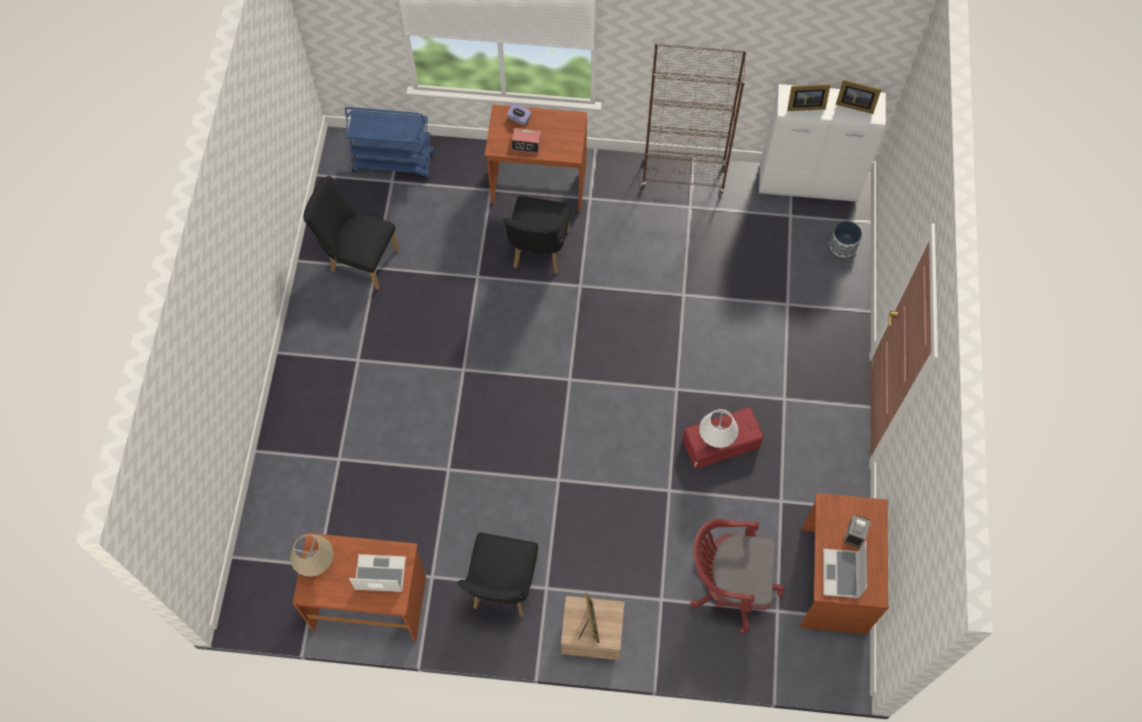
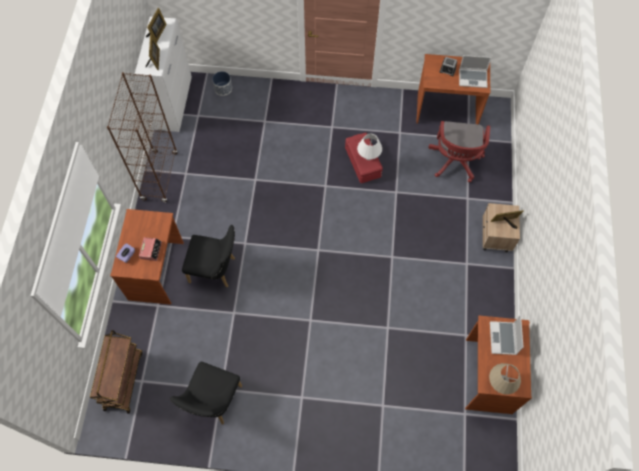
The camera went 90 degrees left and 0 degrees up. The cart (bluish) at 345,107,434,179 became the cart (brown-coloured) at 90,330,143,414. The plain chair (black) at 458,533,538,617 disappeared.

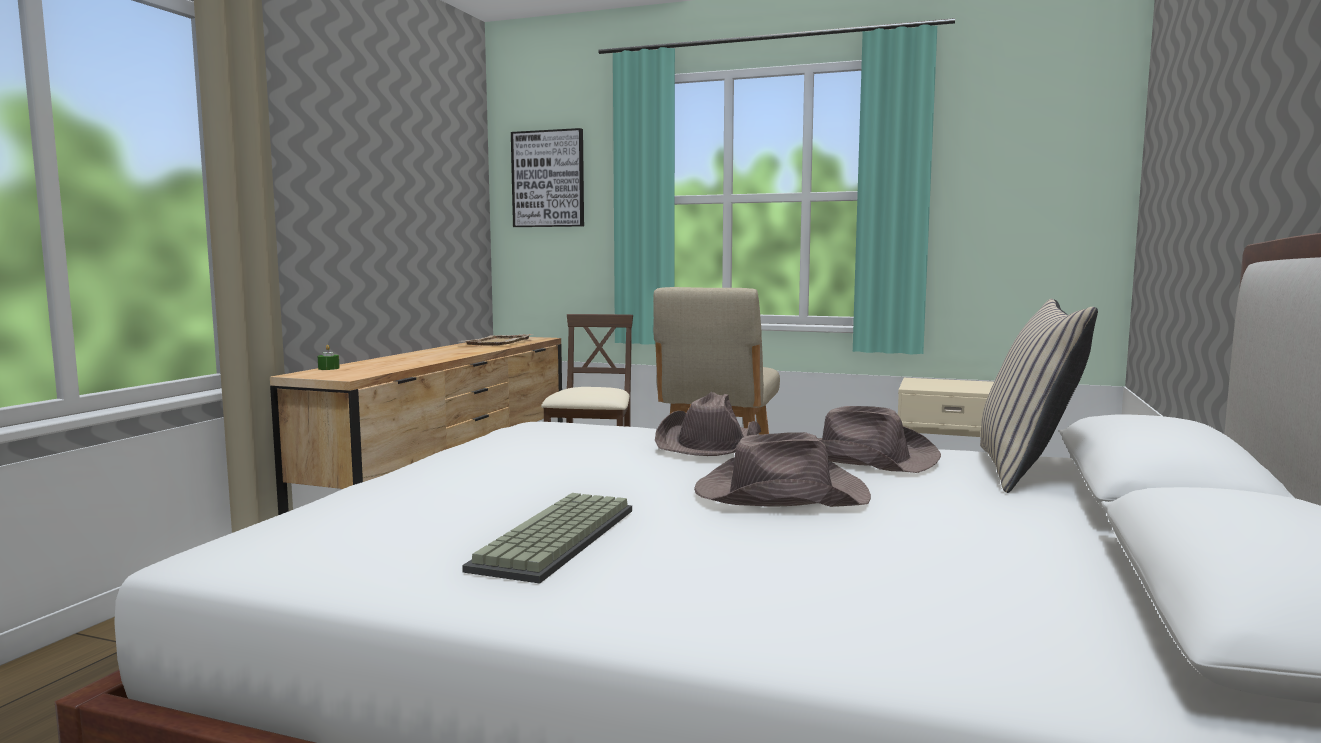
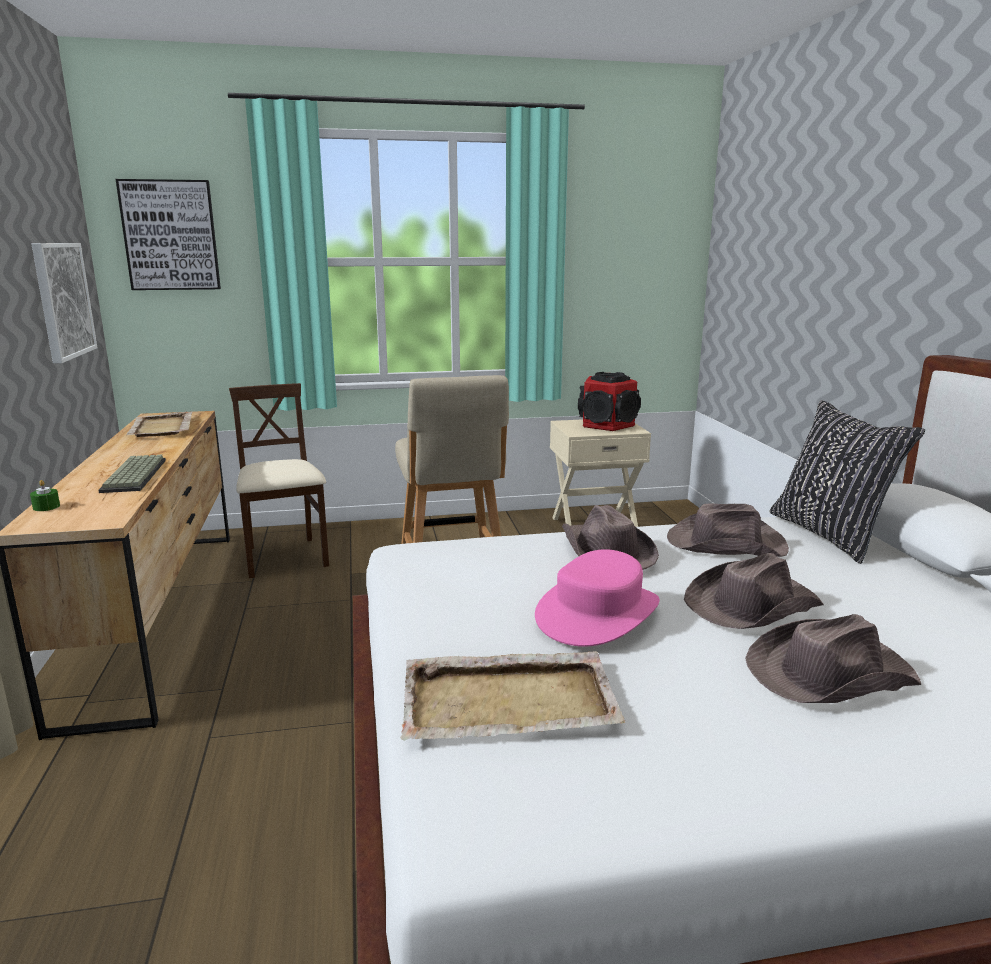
The camera went 30 degrees left and 10 degrees up. The keyboard moved from 462,493,632,583 to 98,455,166,493. The throw pillow (beige-coloured) at 980,299,1098,493 became the throw pillow (black) at 769,400,925,564. The wall picture at 31,243,98,364 appeared. The tray (beige-coloured) at 400,651,625,741 appeared. The wearable hat (pink-coloured) at 535,549,660,647 appeared. The speaker at 578,372,641,431 appeared. The wearable hat (brown-coloured) at 745,614,921,703 appeared.

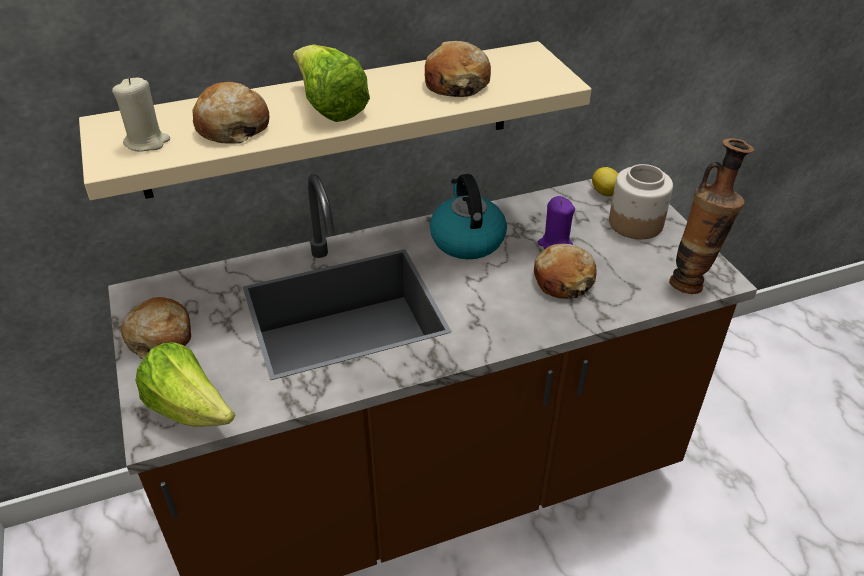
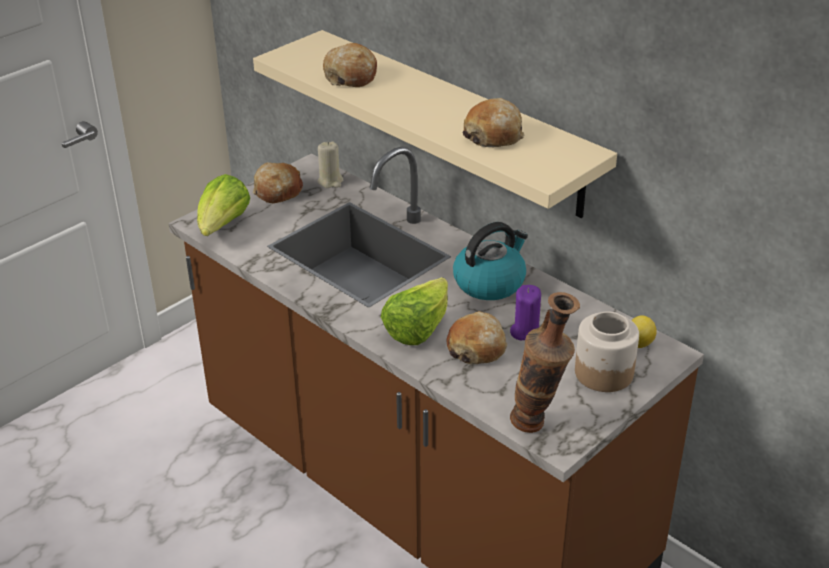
The camera went 65 degrees right and 5 degrees down. The candle (beige-coloured) moved from 112,77,170,152 to 317,142,343,188. The head of lettuce moved from 293,45,370,122 to 381,277,448,345.

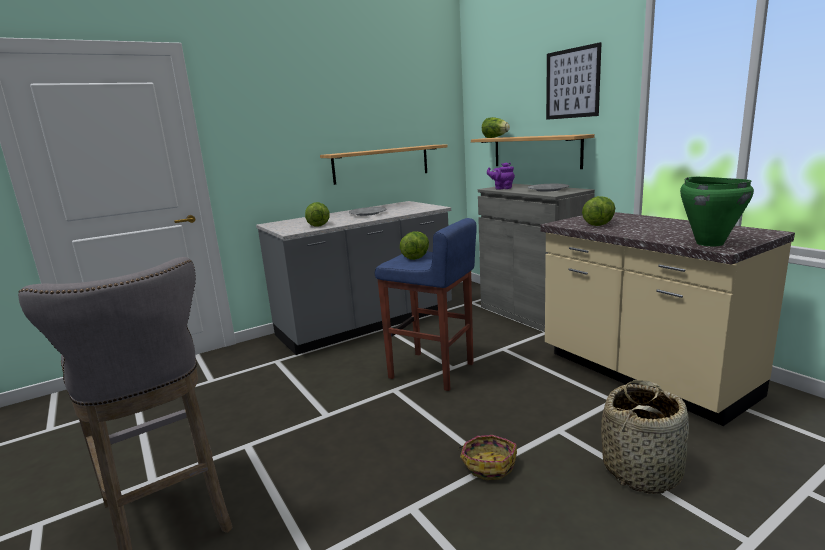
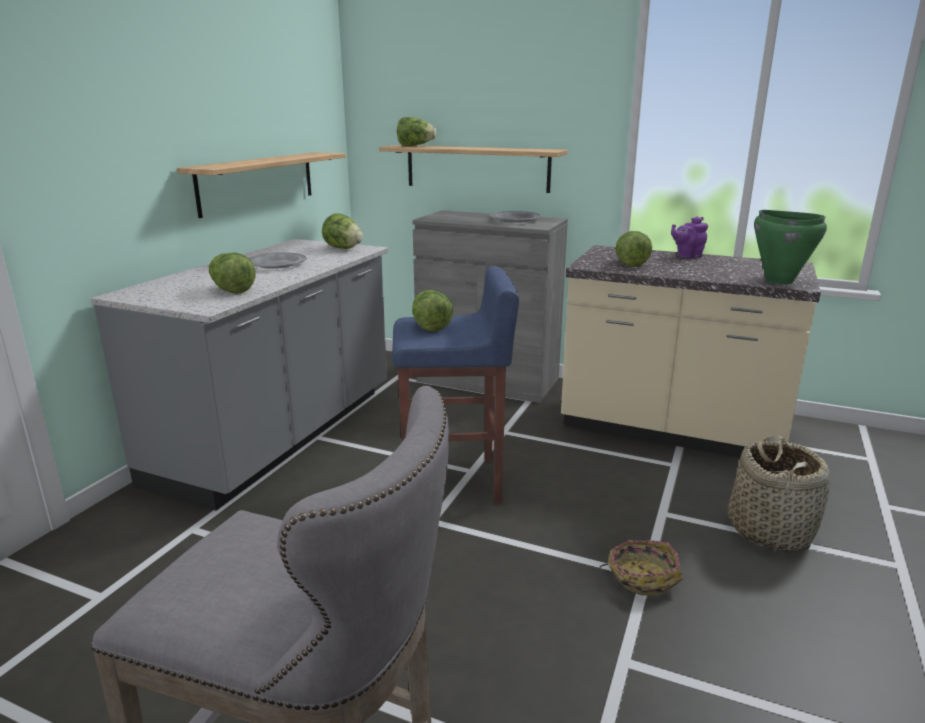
The camera went 35 degrees left and 5 degrees up. The tea pot (purplish) moved from 487,162,515,190 to 671,217,708,259. The wall picture at 546,42,602,120 disappeared. The head of lettuce at 322,213,363,249 appeared.

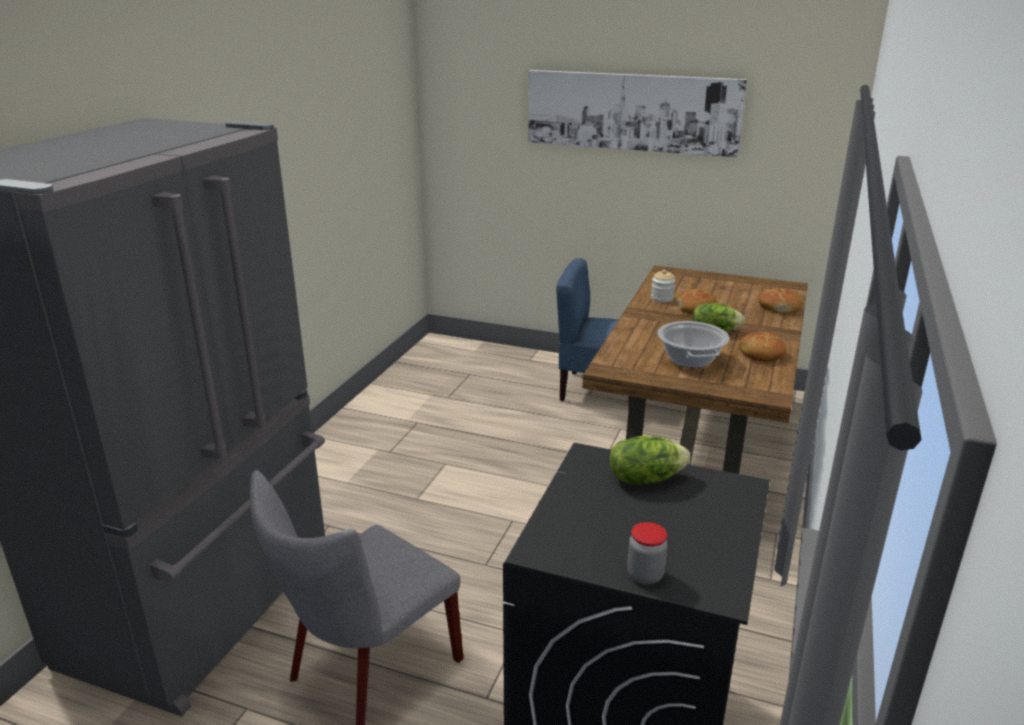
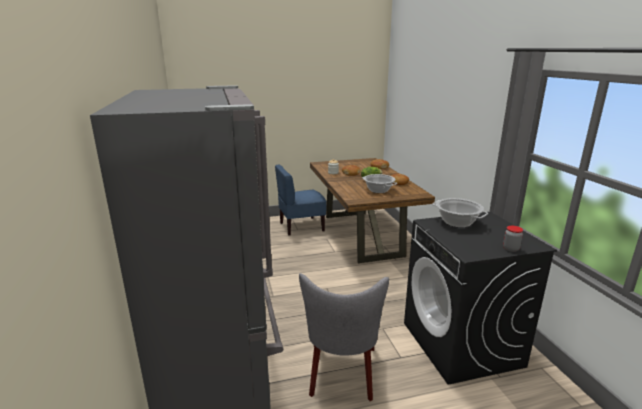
The camera went 35 degrees left and 5 degrees down. The wall picture at 528,70,747,157 disappeared. The head of lettuce at 609,436,690,484 was replaced by the stockpot at 432,198,488,228.

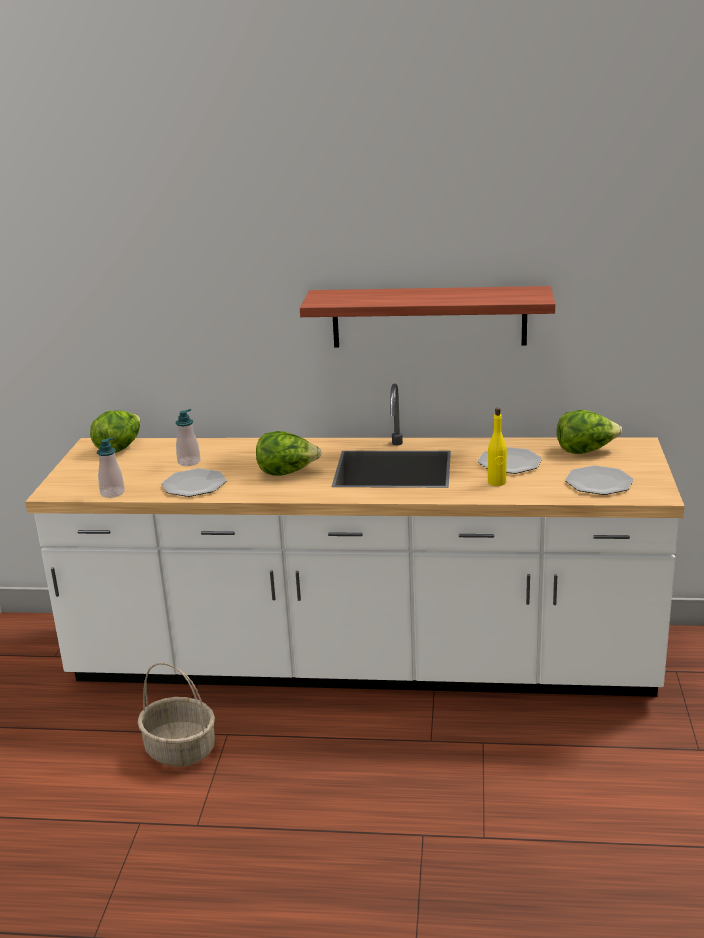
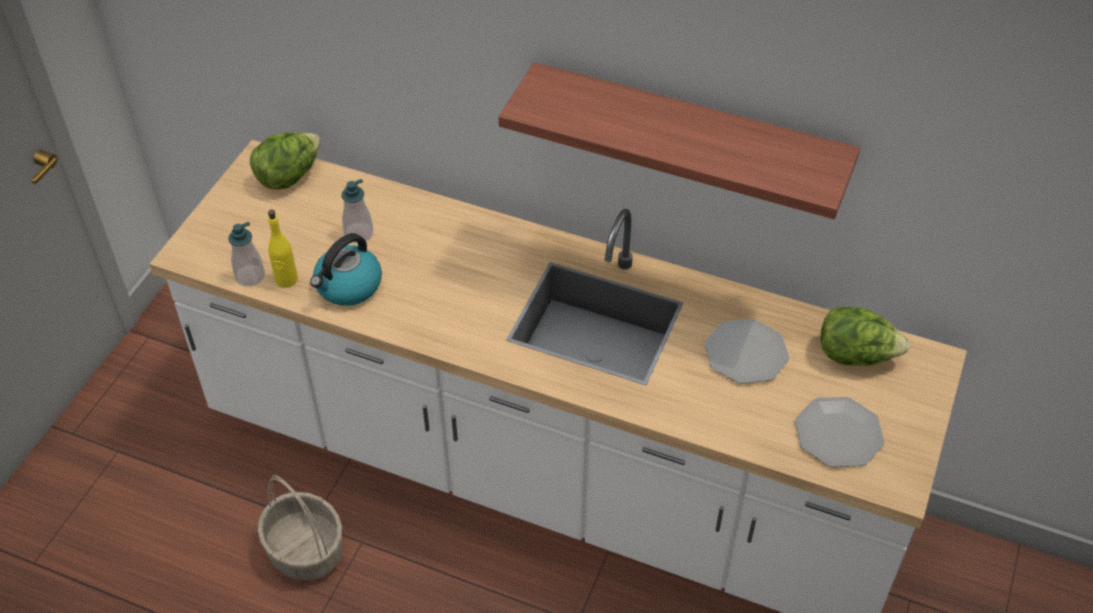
The camera went 15 degrees right and 25 degrees up. The flat dish at 162,468,227,497 was replaced by the water kettle at 310,233,382,306. The head of lettuce at 256,431,322,476 disappeared. The beverage bottle (yellow-coloured) moved from 488,408,507,486 to 268,210,298,288.

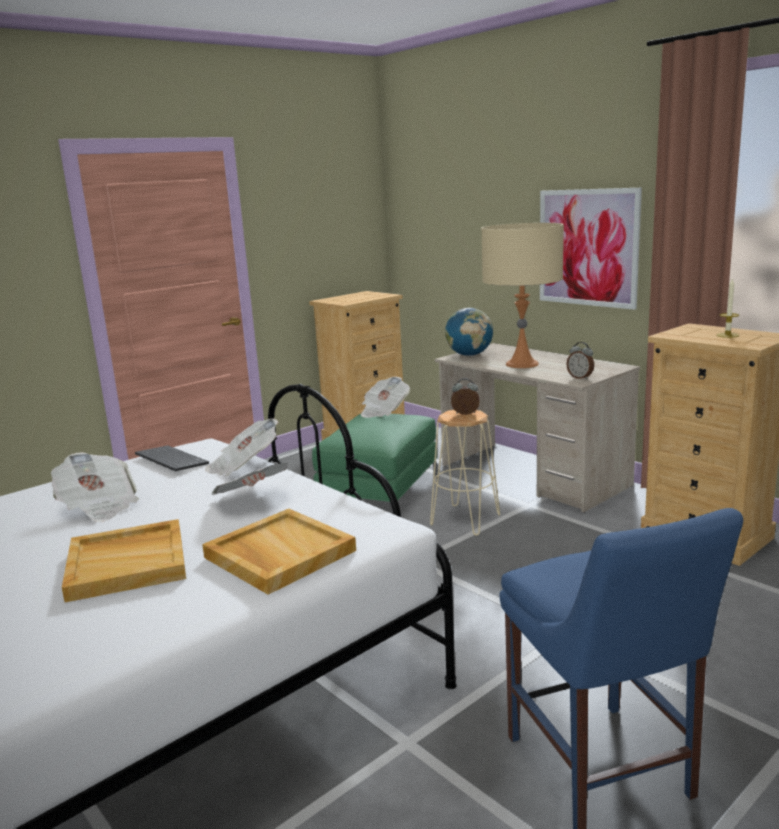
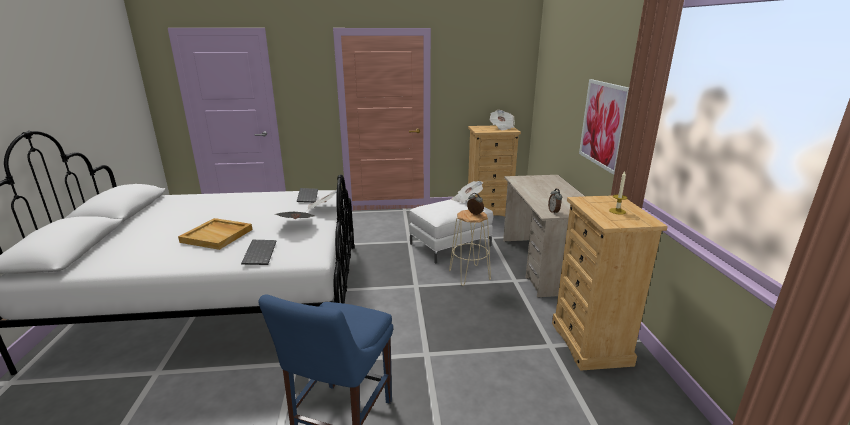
The camera went 35 degrees right and 5 degrees up. The newspaper moved from 51,452,139,522 to 490,110,515,130. The tray (beige-coloured) at 202,509,356,595 was replaced by the keyboard at 241,240,276,265. The pouffe (greenish) at 312,414,438,514 became the pouffe (white) at 409,199,493,264. The desk globe at 445,308,493,356 disappeared. The lamp for a table (beige-coloured) at 482,223,564,368 disappeared.

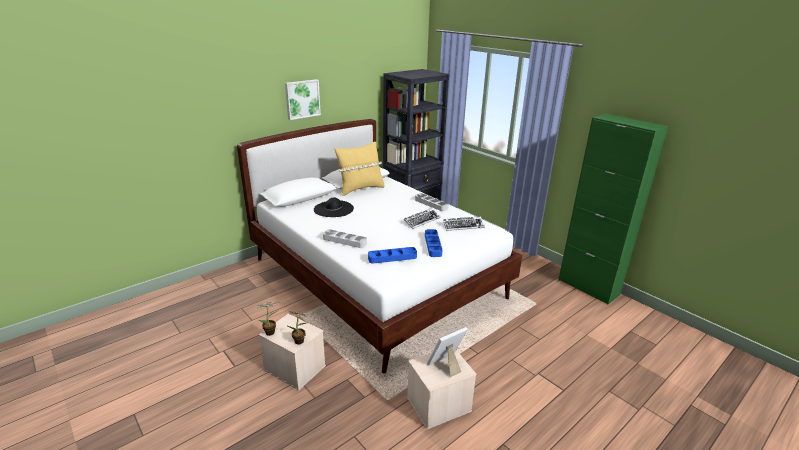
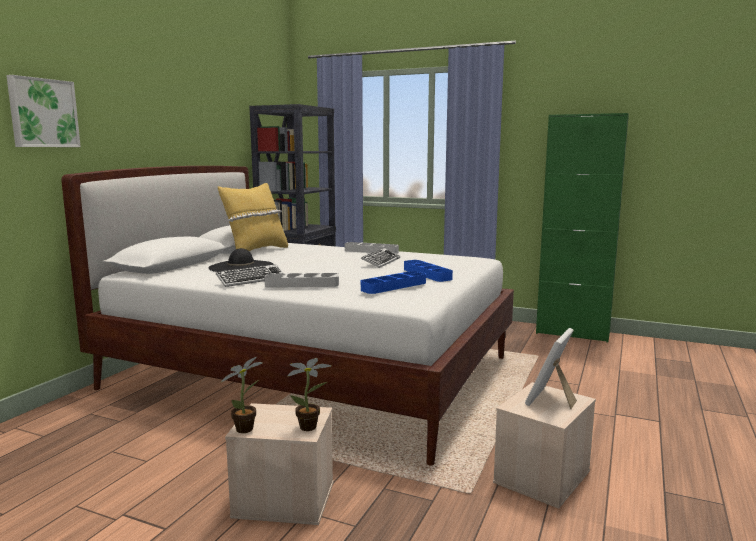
The camera went 25 degrees left and 15 degrees down. The wall picture moved from 285,79,321,120 to 6,75,81,147. The keyboard moved from 443,216,485,231 to 216,264,284,287.

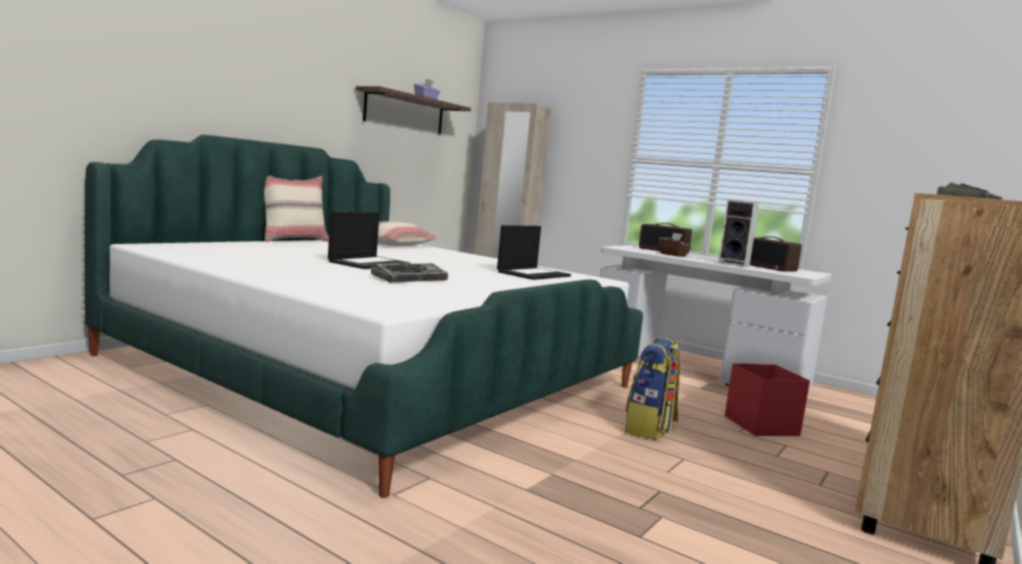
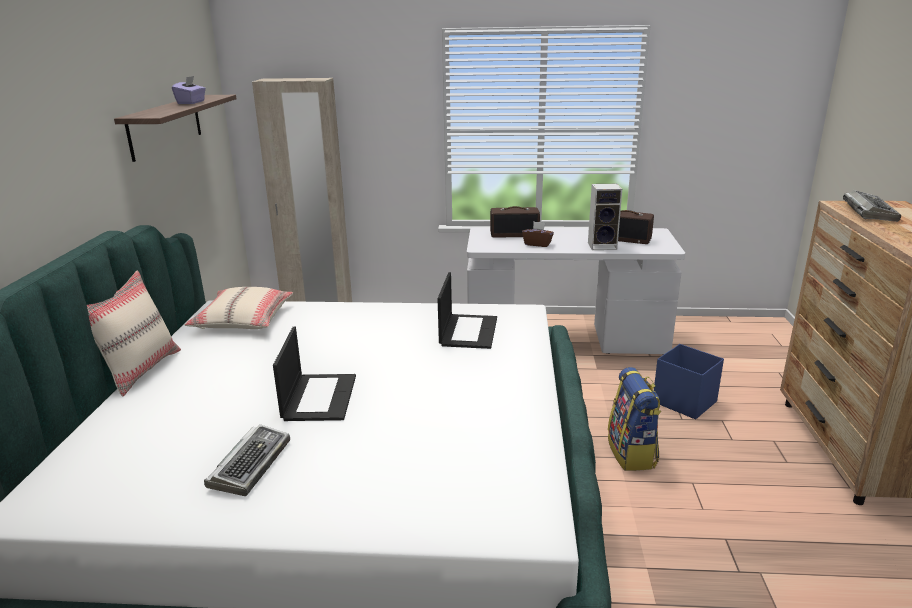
The camera went 30 degrees left and 15 degrees up. The keyboard moved from 371,263,448,283 to 204,424,290,496. The storage bin (reddish) at 725,363,810,436 became the storage bin (bluish) at 654,344,724,419.

